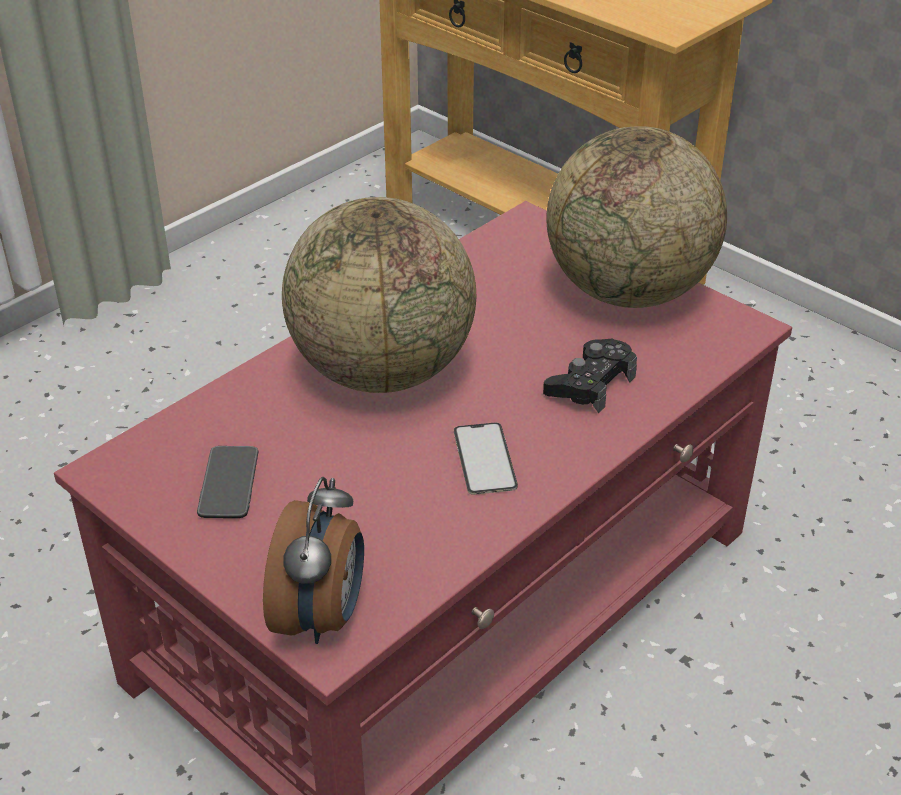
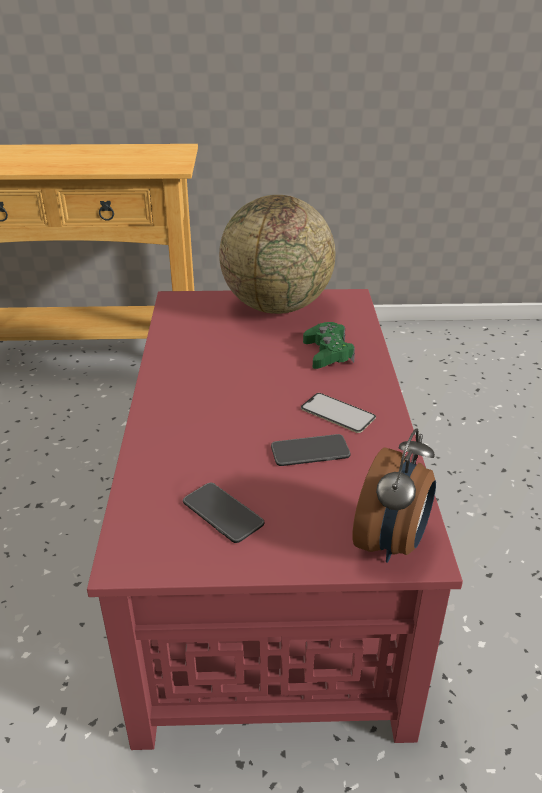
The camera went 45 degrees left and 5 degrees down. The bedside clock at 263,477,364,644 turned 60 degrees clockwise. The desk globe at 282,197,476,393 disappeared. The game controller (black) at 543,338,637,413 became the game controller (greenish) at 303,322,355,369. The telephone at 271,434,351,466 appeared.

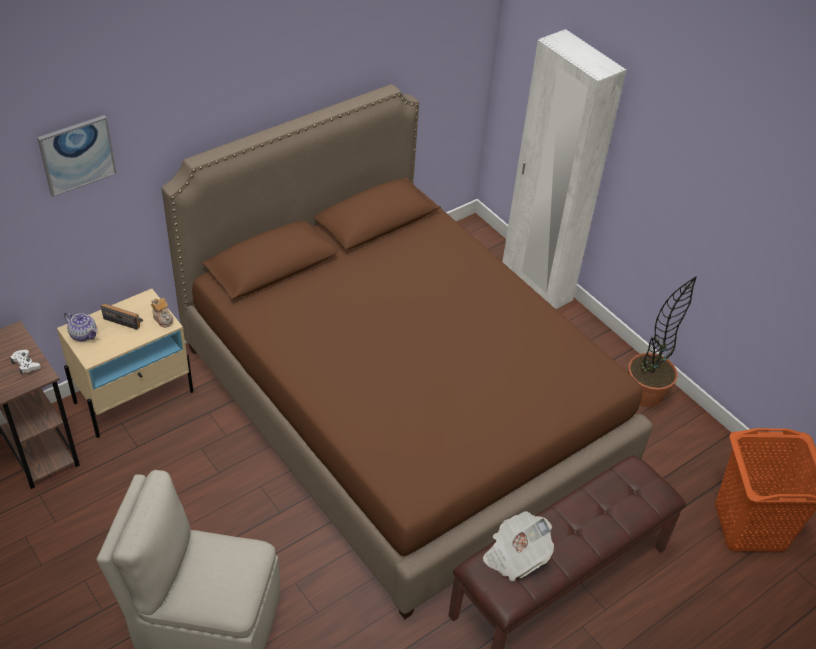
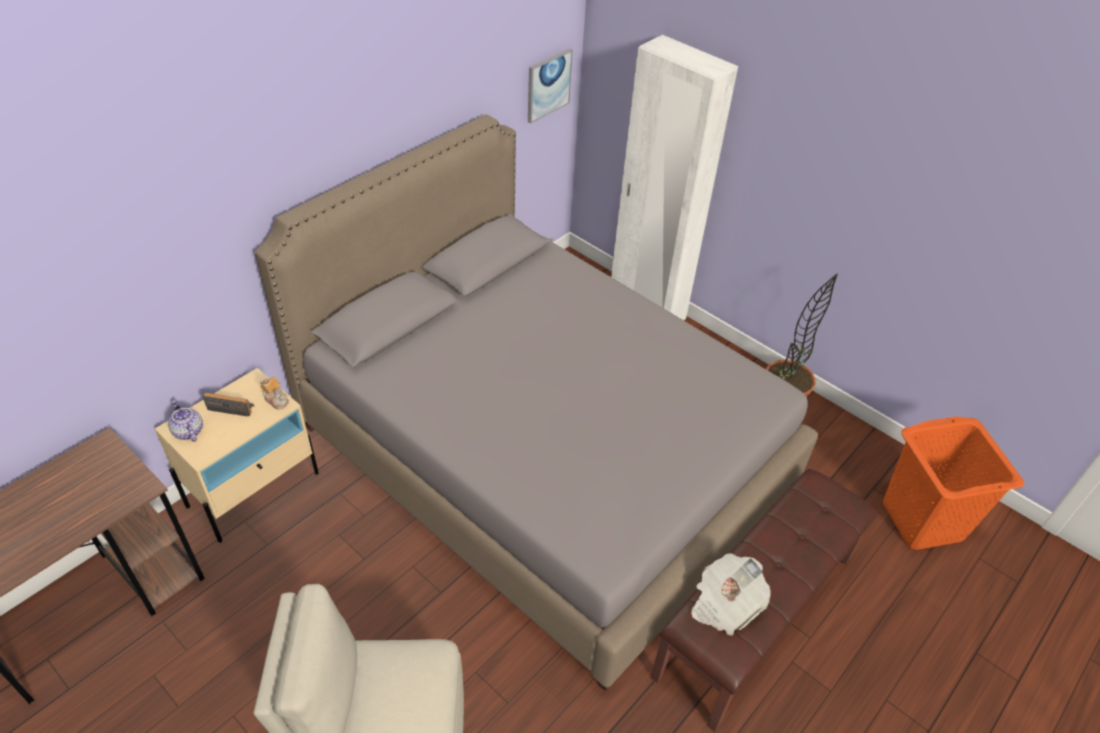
The camera went 10 degrees left and 0 degrees up. The game controller (white) at 10,350,41,375 disappeared. The wall picture moved from 37,115,117,197 to 528,48,573,124. The tea pot at 64,311,97,341 turned 150 degrees counterclockwise. The bed (brown-coloured) at 161,84,653,619 became the bed (gray) at 255,115,818,691.

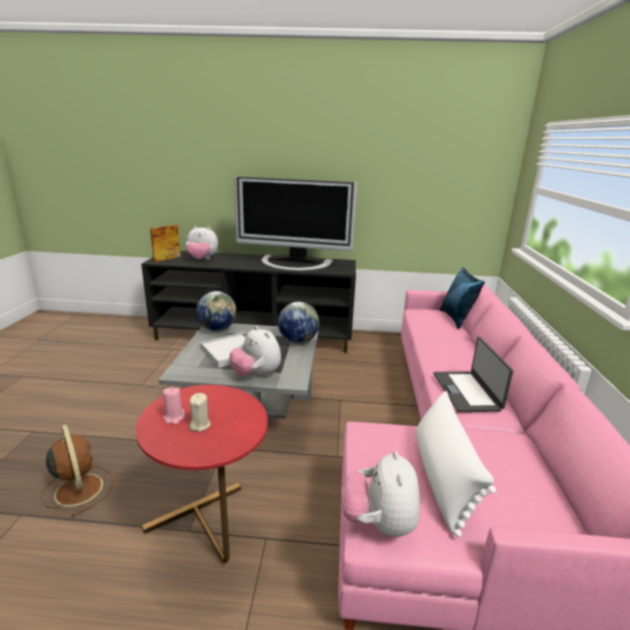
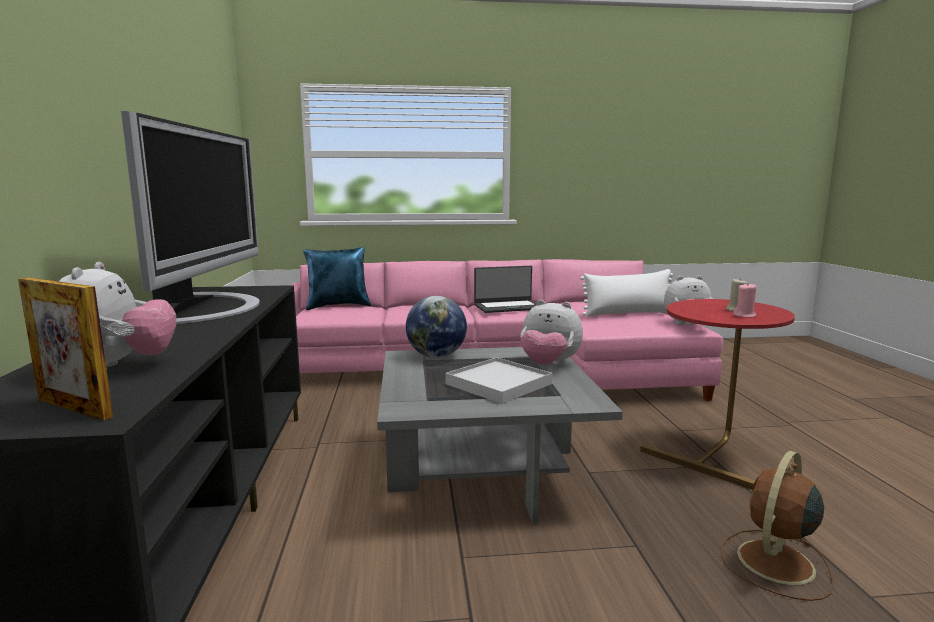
The camera went 100 degrees left and 10 degrees down. The desk globe at 196,291,237,331 disappeared. The cuddly toy at 229,326,281,377 turned 75 degrees clockwise.

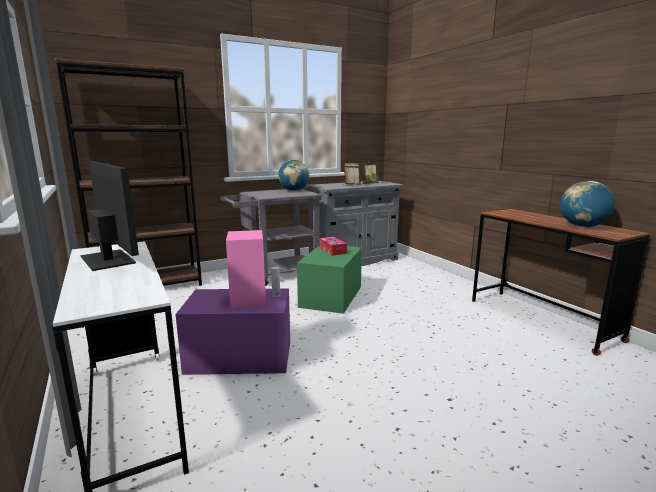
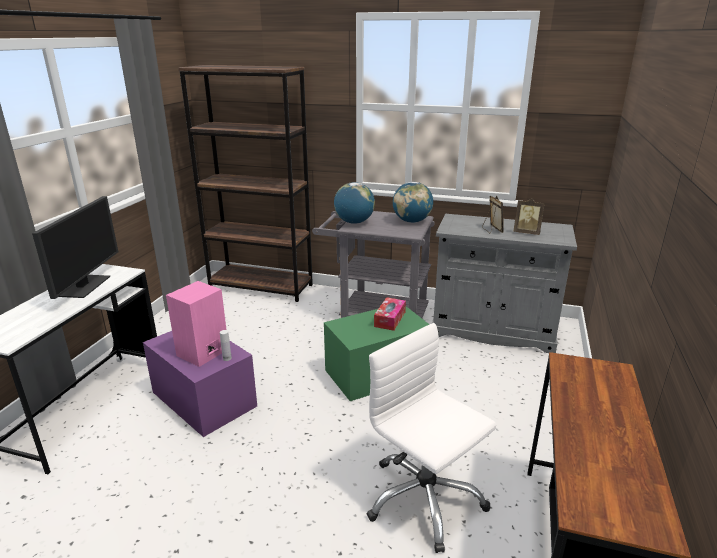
The camera went 45 degrees right and 10 degrees up. The desk globe moved from 560,181,615,227 to 334,182,375,224. The desk chair (white) at 367,323,496,553 appeared.

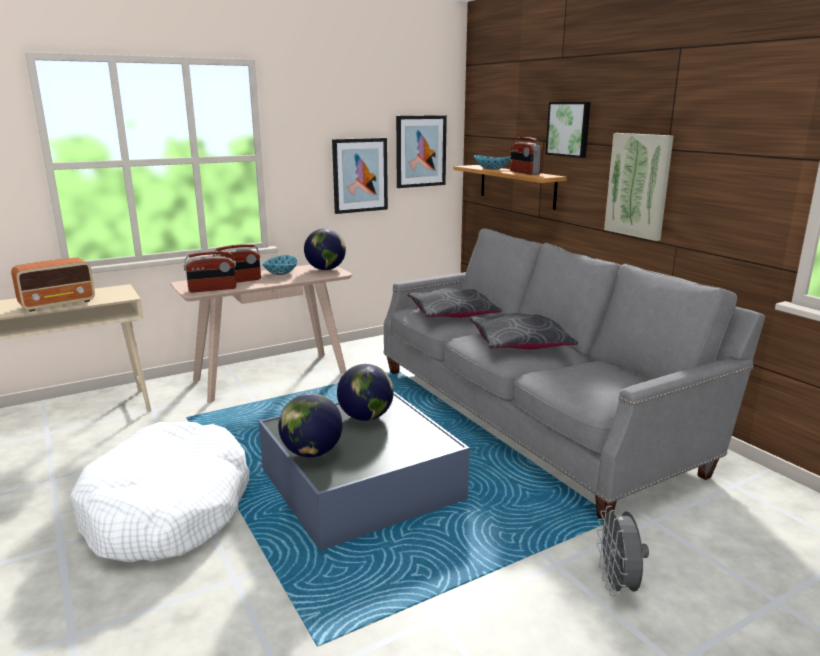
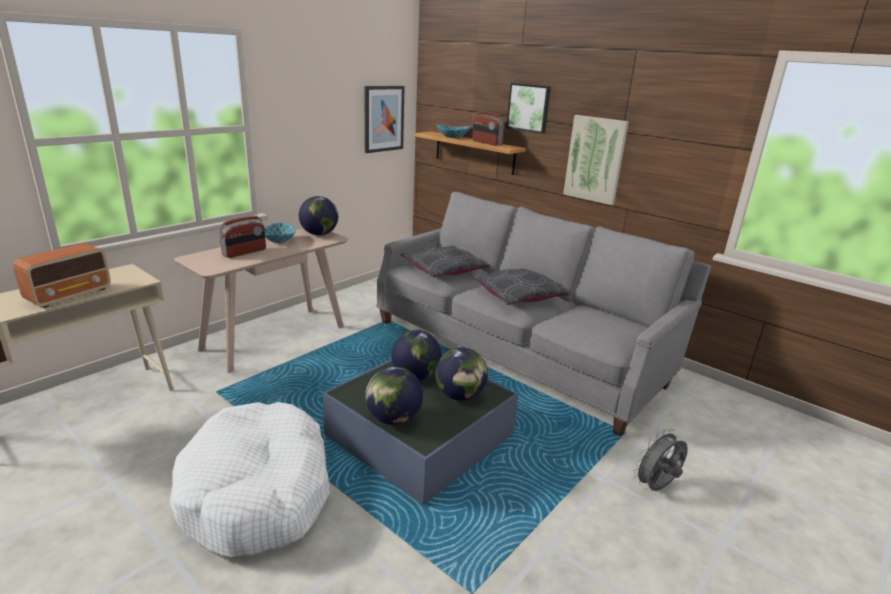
The camera went 20 degrees left and 5 degrees up. The radio set at 184,251,236,293 disappeared. The wall picture at 332,138,388,214 disappeared. The cooling fan (gray) at 597,506,649,596 turned 75 degrees clockwise. The desk globe at 435,347,488,401 appeared.

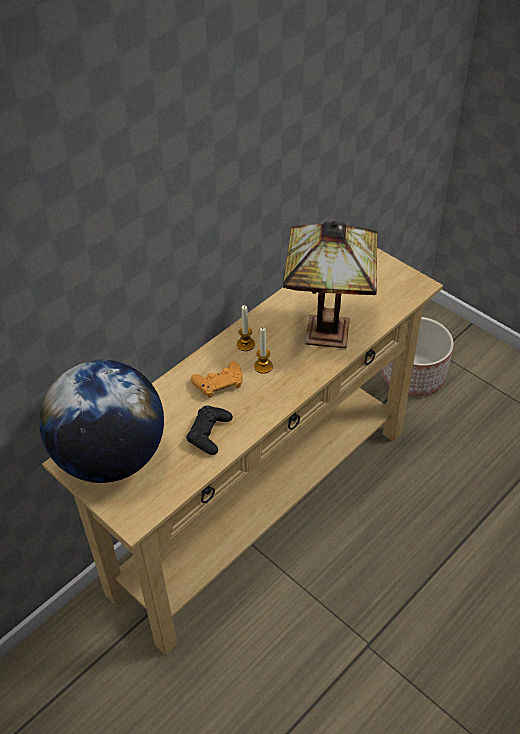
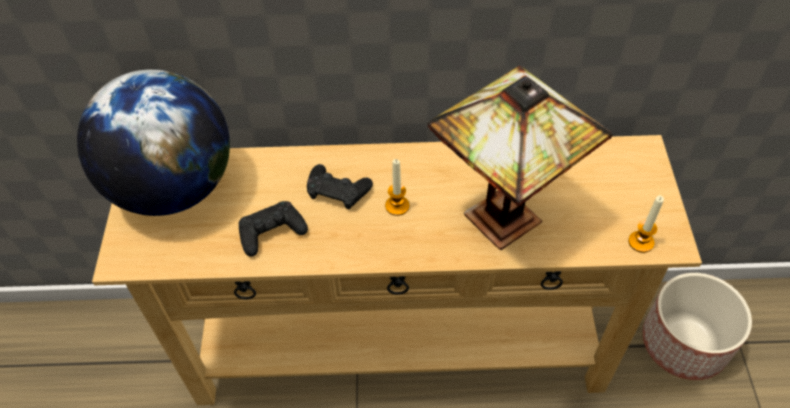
The camera went 45 degrees right and 5 degrees up. The game controller (orangey) at 191,362,243,398 became the game controller (black) at 307,164,373,210. The candle moved from 237,305,255,351 to 628,195,664,253.

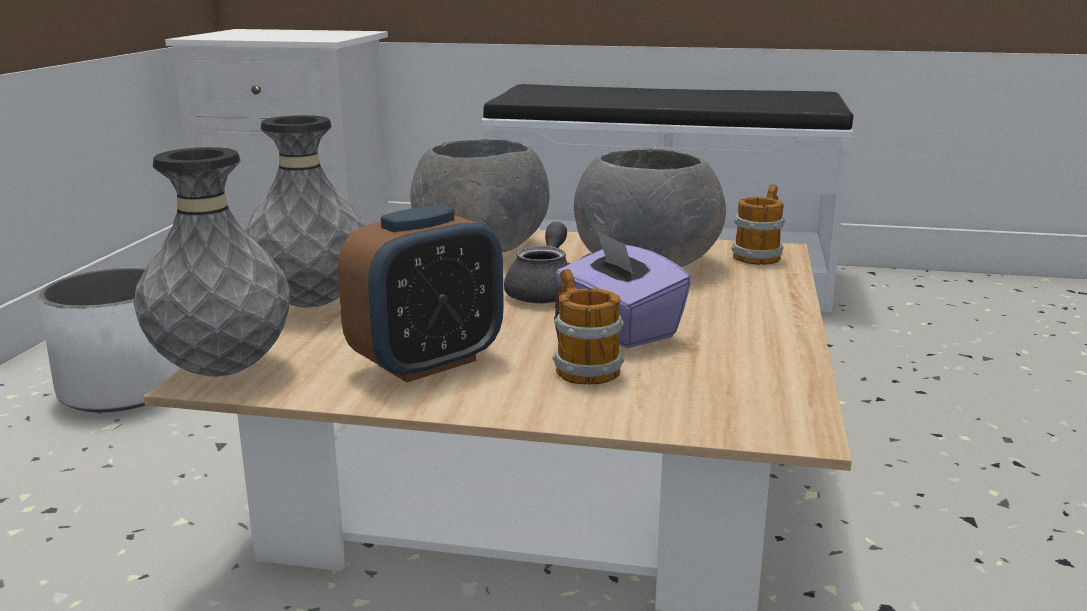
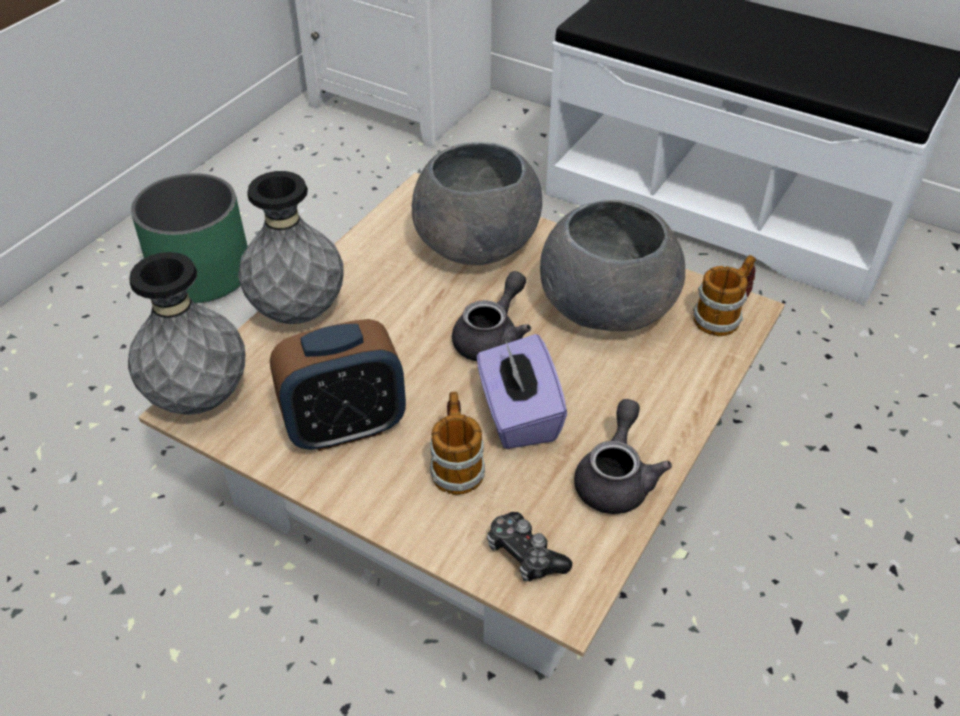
The camera went 20 degrees right and 25 degrees up. The plant pot (white) at 38,268,181,412 became the plant pot (greenish) at 131,173,248,303. The game controller at 487,512,572,582 appeared. The tea pot (gray) at 574,399,672,514 appeared.

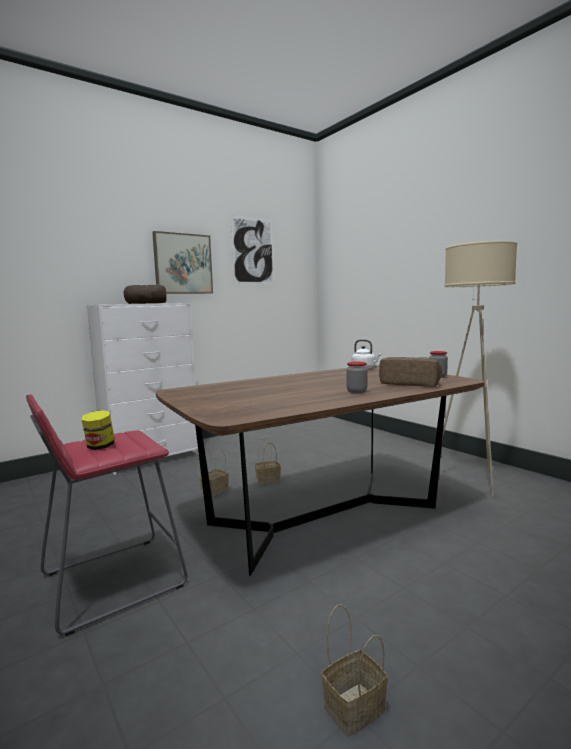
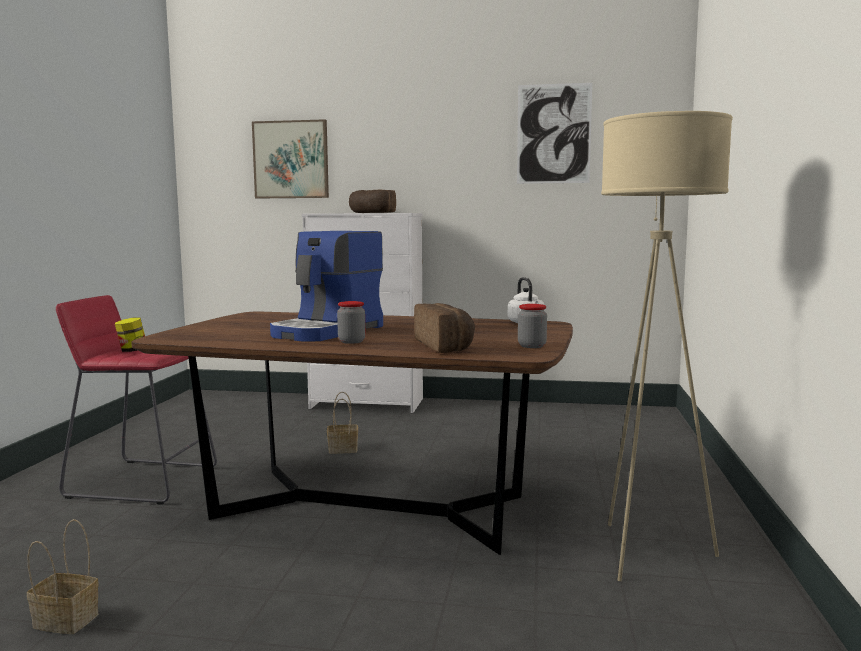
The camera went 45 degrees right and 0 degrees up. The wall picture moved from 152,231,213,294 to 252,119,329,198. The basket at 255,436,281,485 disappeared. The coffee machine at 270,231,383,342 appeared.

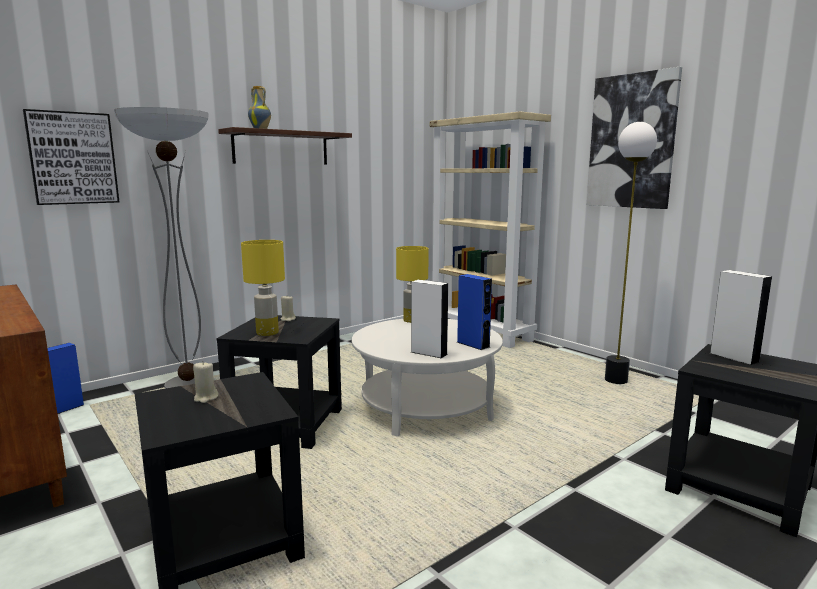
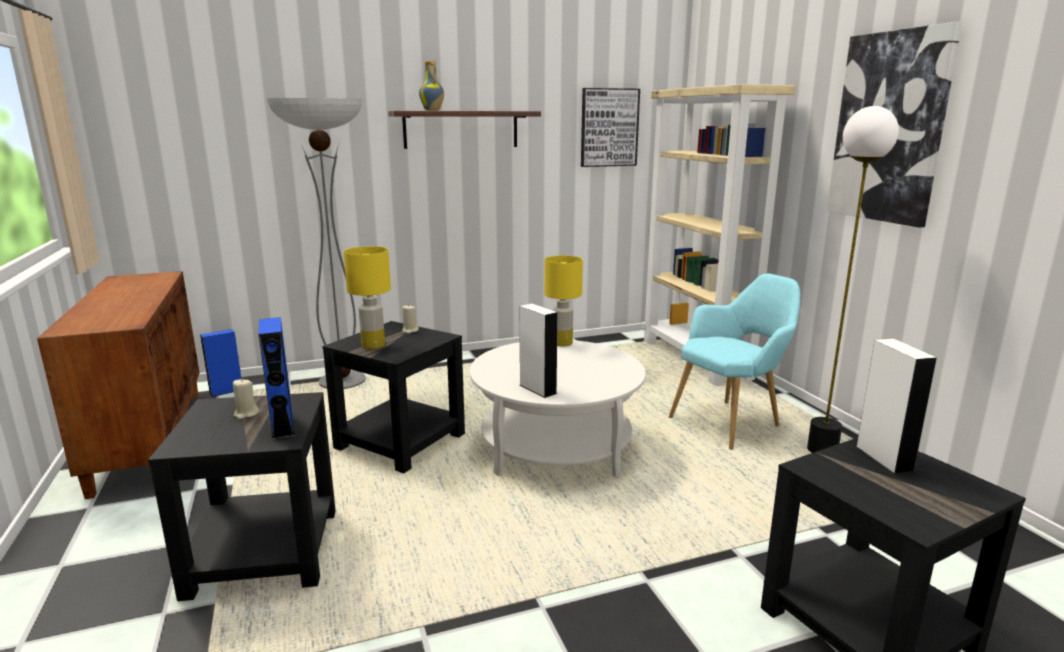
The camera went 20 degrees right and 5 degrees up. The wall picture moved from 23,109,119,205 to 581,88,640,167. The speaker (bluish) moved from 457,274,492,350 to 258,317,295,439. The armchair (turquoise-coloured) at 669,273,800,450 appeared.

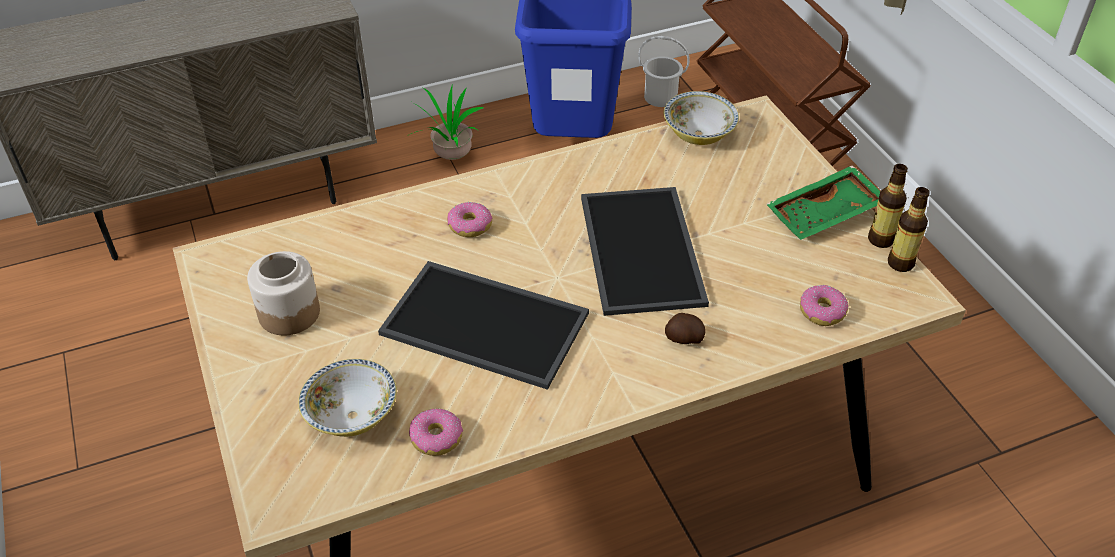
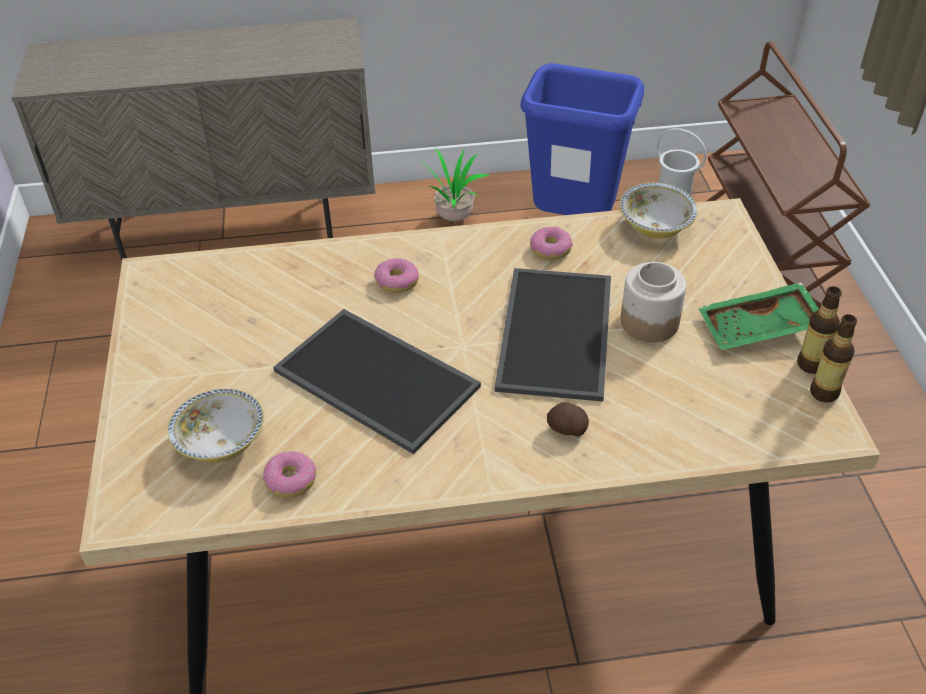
The camera went 15 degrees right and 0 degrees up. The preserve jar moved from 247,251,320,335 to 620,262,686,342. The donut moved from 800,285,848,326 to 530,227,573,260.

